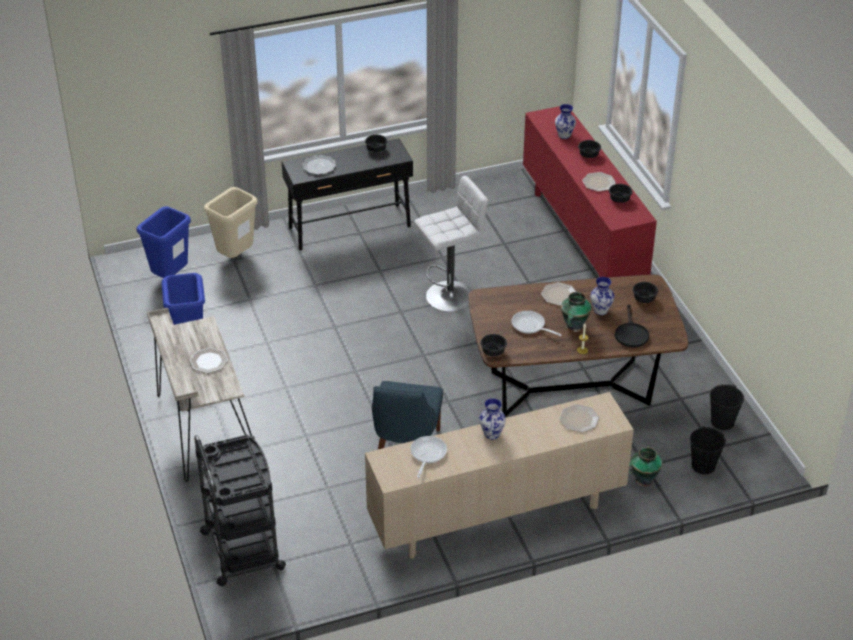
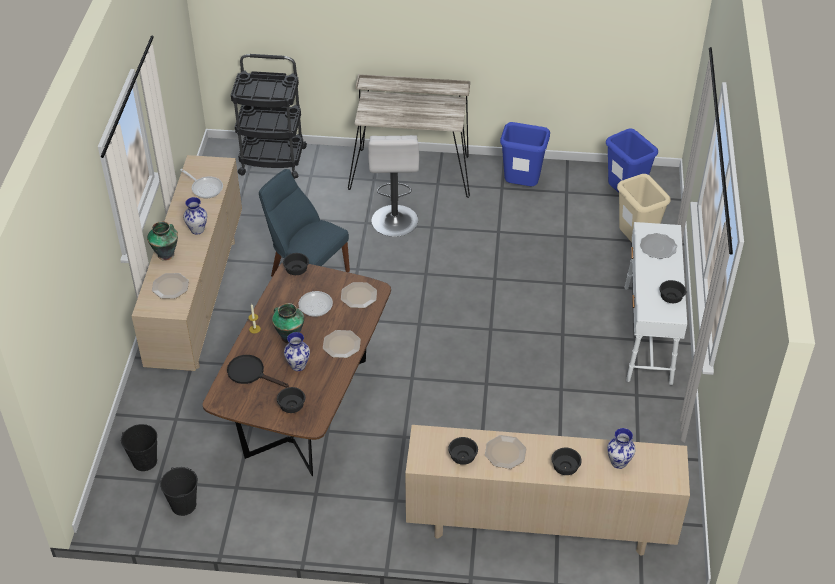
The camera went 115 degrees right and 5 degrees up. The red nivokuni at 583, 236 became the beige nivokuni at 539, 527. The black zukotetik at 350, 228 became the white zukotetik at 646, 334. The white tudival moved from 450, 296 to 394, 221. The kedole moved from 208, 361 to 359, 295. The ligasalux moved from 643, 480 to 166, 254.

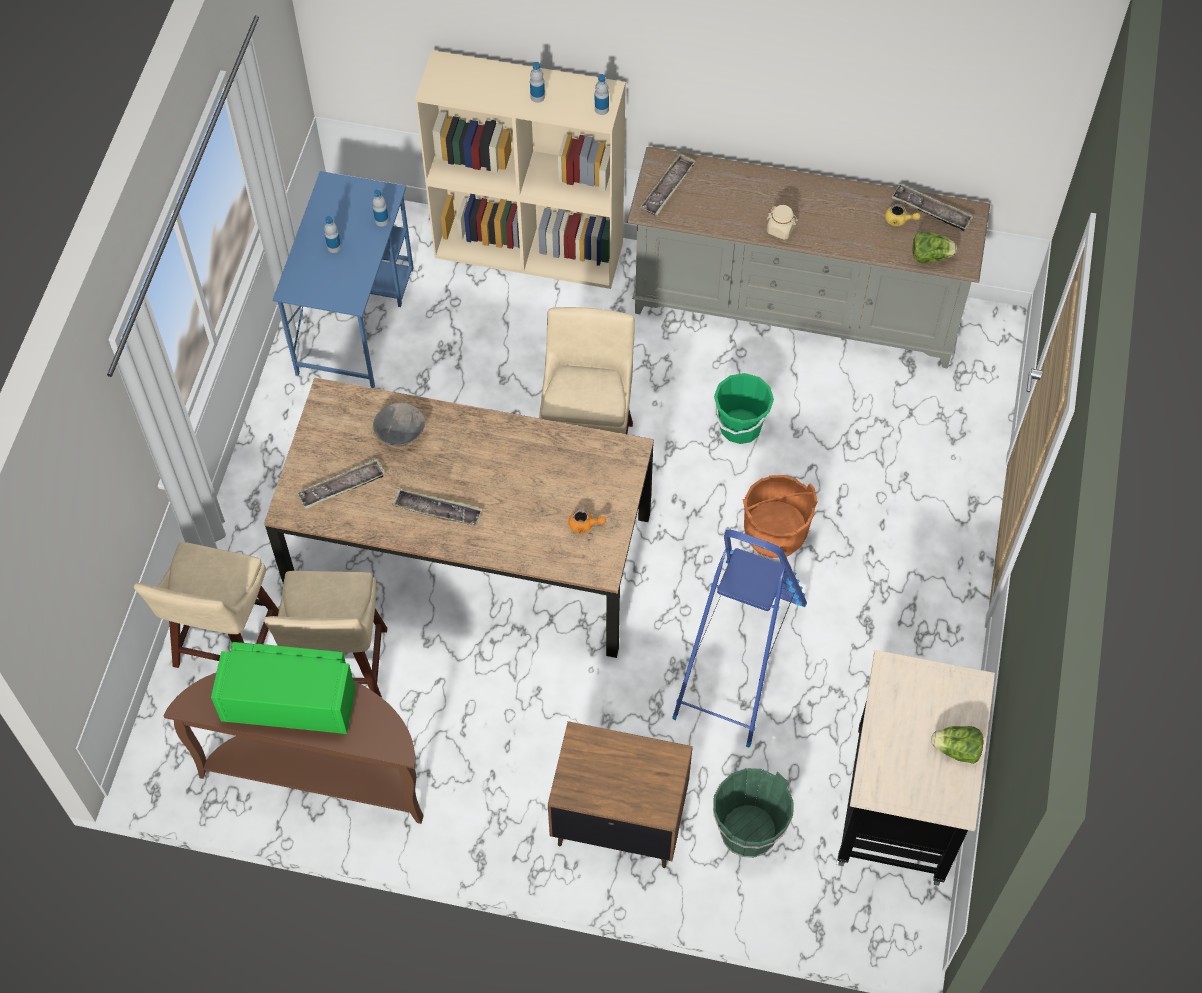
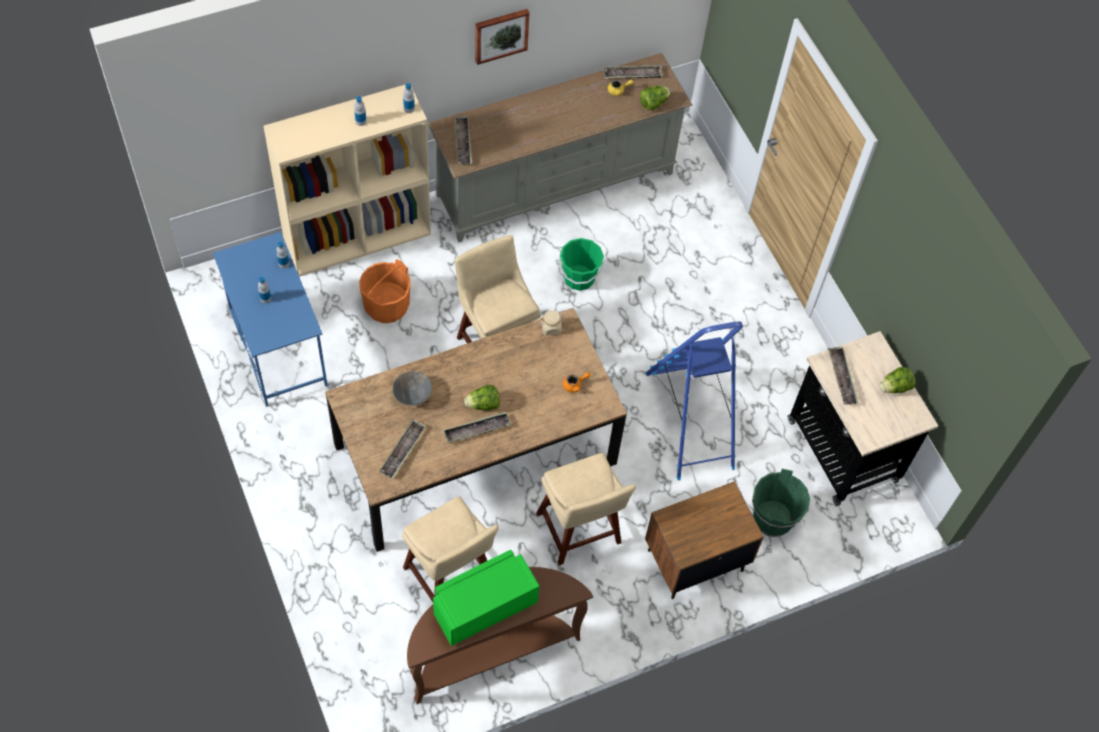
The camera went 40 degrees left and 0 degrees up. The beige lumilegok moved from 781, 229 to 551, 327. The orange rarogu moved from 775, 533 to 386, 305. The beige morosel moved from 225, 646 to 580, 532. The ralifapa at 501, 35 appeared. The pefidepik at 842, 378 appeared. The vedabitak at 483, 404 appeared.

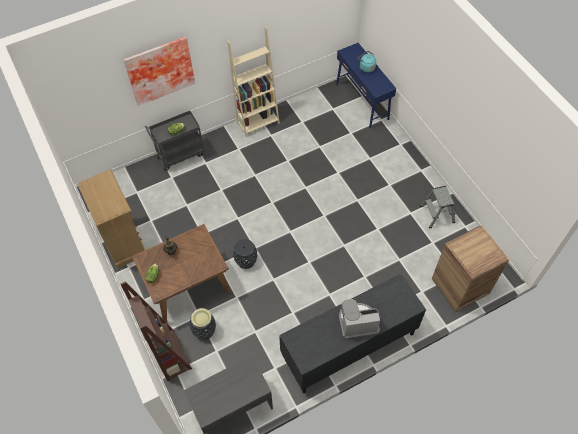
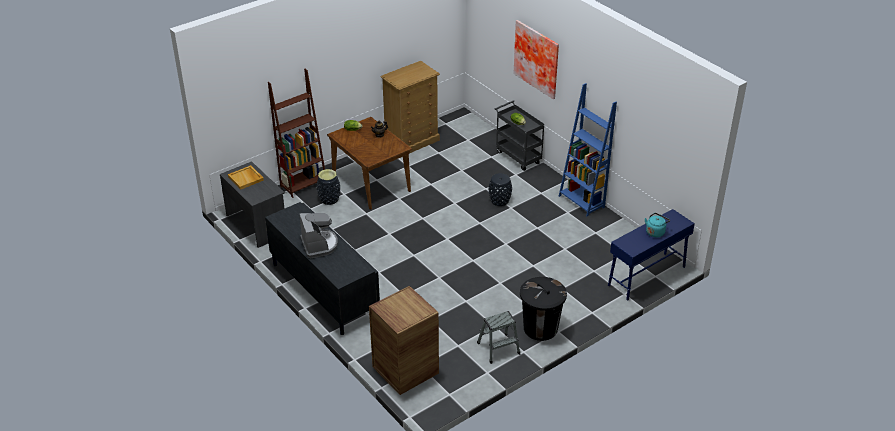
The camera went 80 degrees right and 20 degrees down. The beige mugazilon at 258, 122 became the blue mugazilon at 581, 201. The black tudival moved from 246, 261 to 499, 201. The beige pefidepik at 246, 178 appeared. The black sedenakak at 540, 328 appeared.

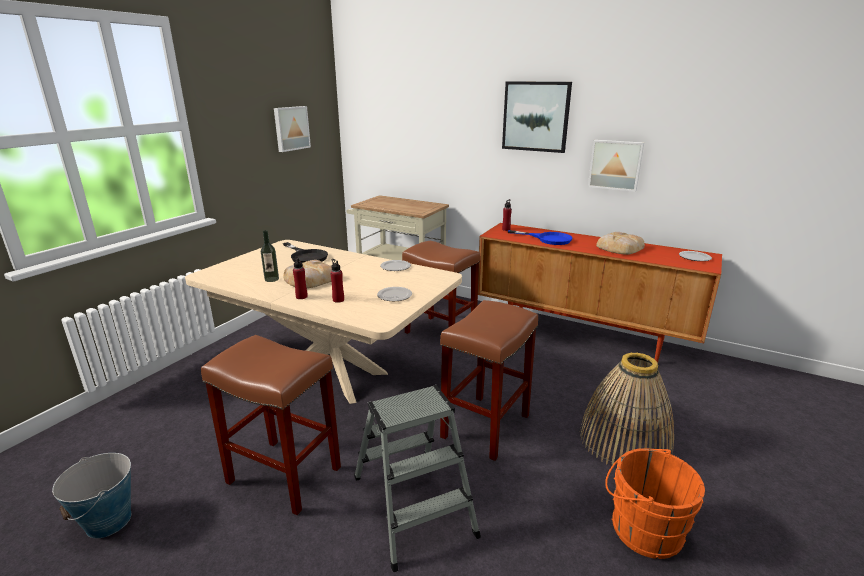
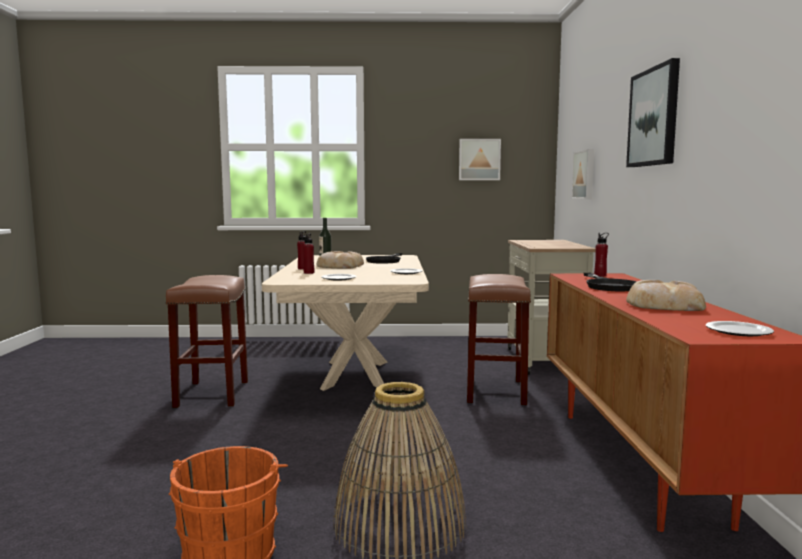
The camera went 60 degrees right and 15 degrees down. The ralifapa moved from 615, 165 to 585, 174. The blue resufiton at 548, 239 became the black resufiton at 609, 286. The brown tudival at 485, 427 disappeared. The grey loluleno at 412, 504 disappeared. The rarogu at 108, 521 disappeared.

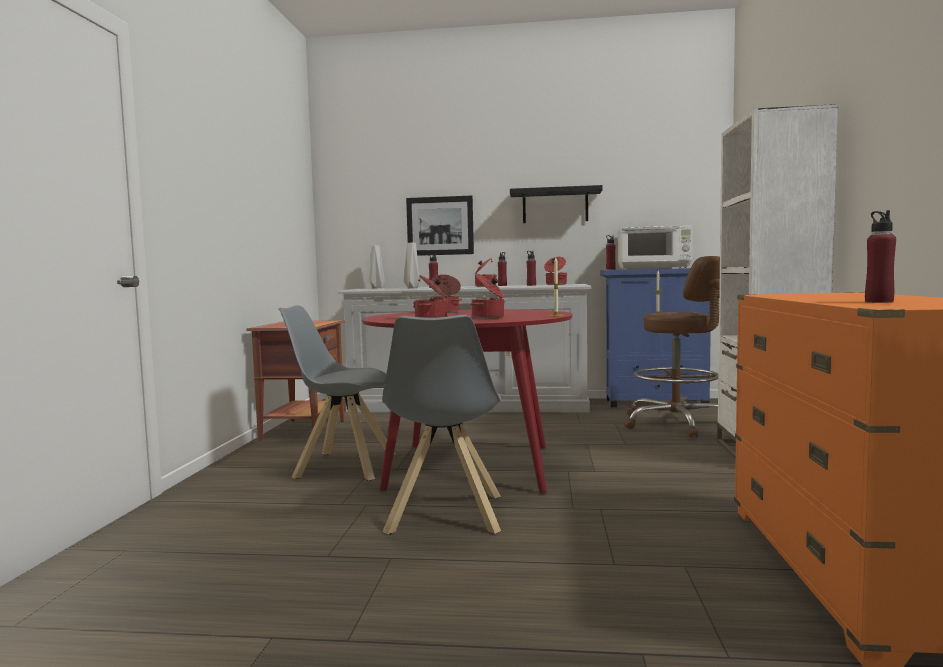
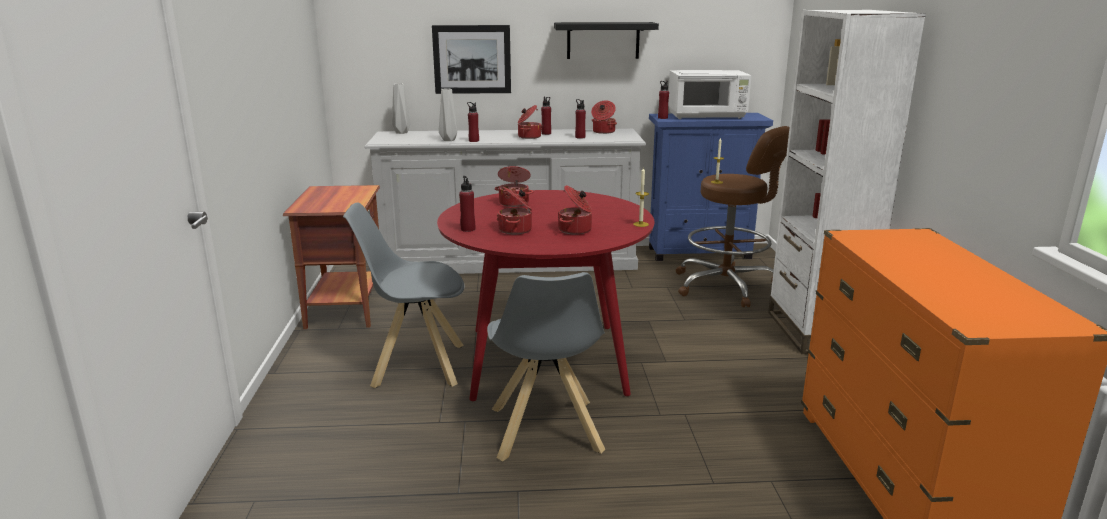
The camera went 10 degrees left and 15 degrees up. The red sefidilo moved from 879, 302 to 468, 229.

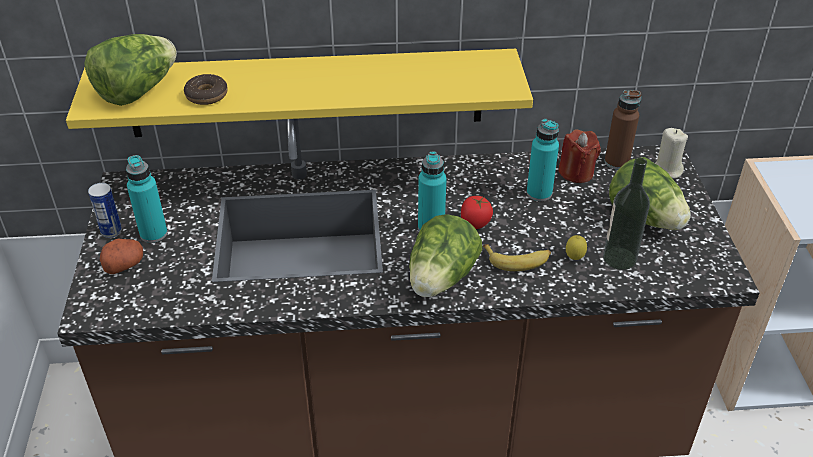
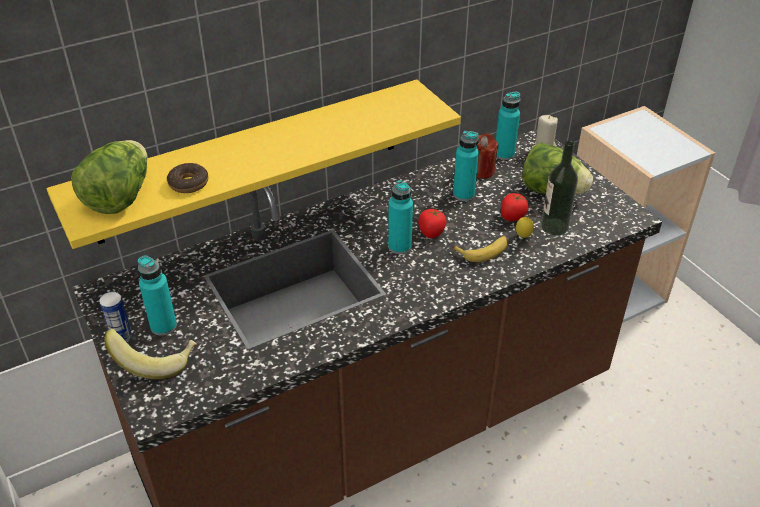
The camera went 25 degrees left and 0 degrees up. The brown sefidilo at 616, 162 became the turquoise sefidilo at 504, 154. The vedabitak at 441, 279 disappeared. The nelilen at 124, 264 was replaced by the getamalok at 156, 361. The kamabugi at 512, 216 appeared.

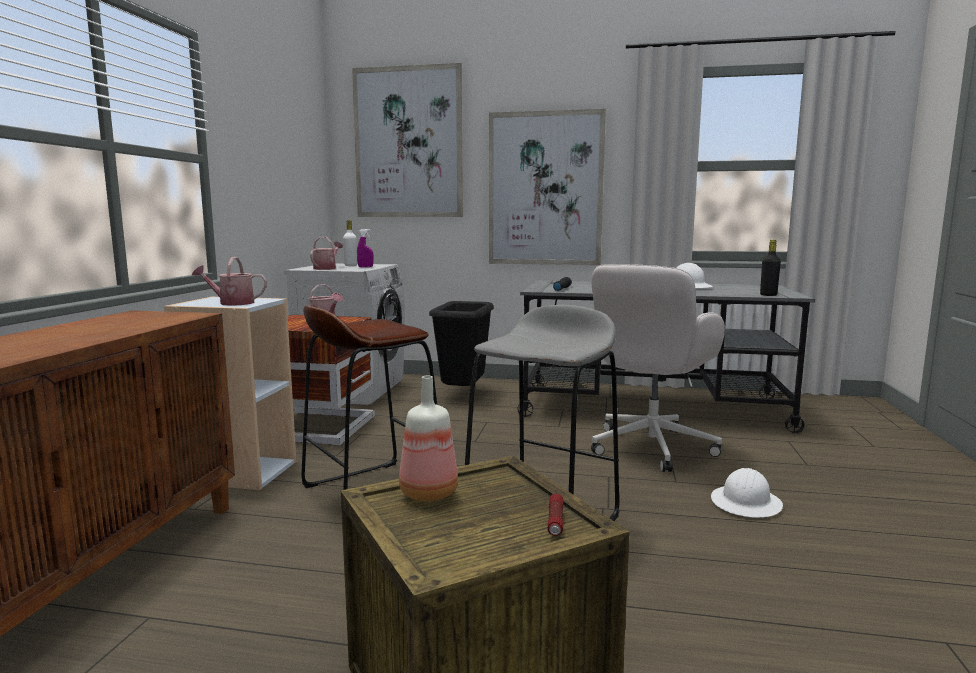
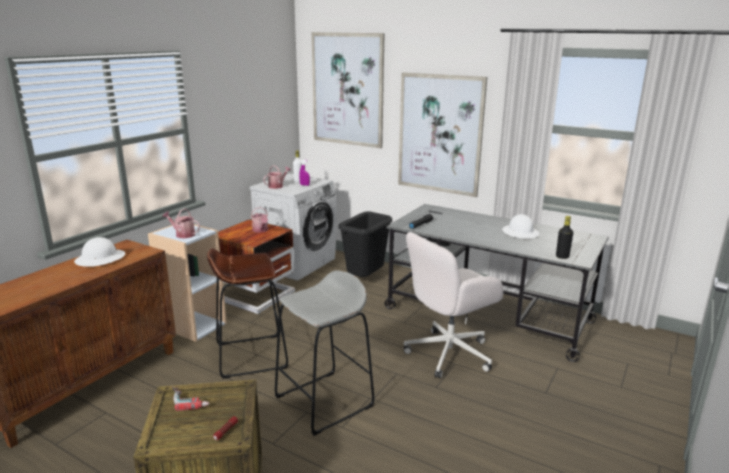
The camera went 20 degrees right and 10 degrees up. The sefidilo at 428, 494 was replaced by the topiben at 190, 398. The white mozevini moved from 746, 503 to 100, 259.

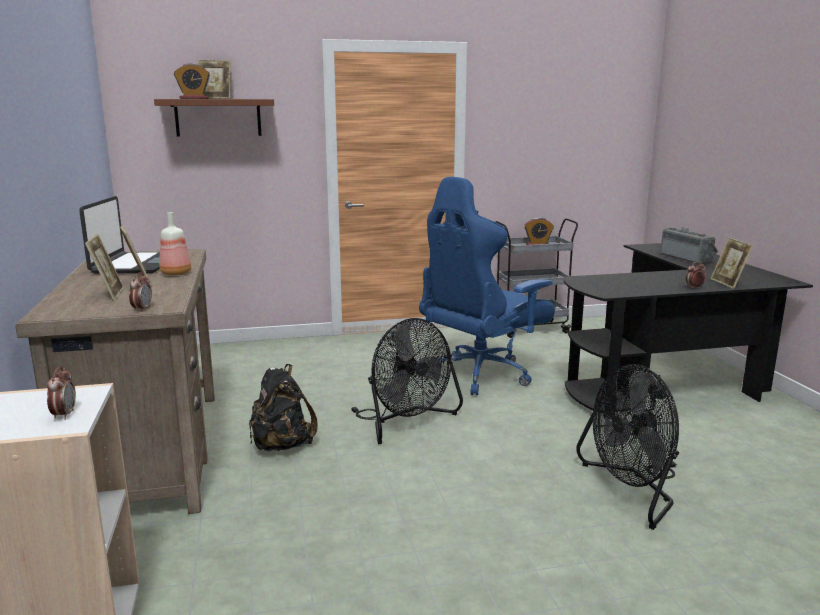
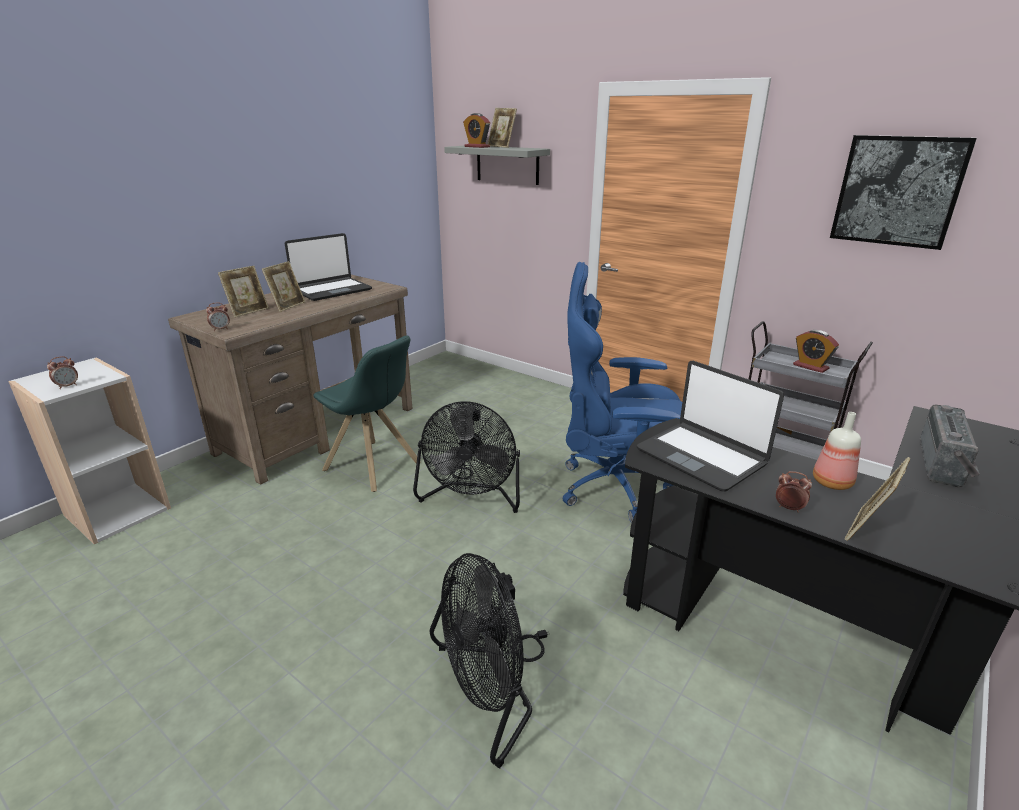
The camera went 50 degrees right and 10 degrees up. The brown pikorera at 218, 117 became the grey pikorera at 507, 164. The sefidilo moved from 175, 273 to 830, 482. The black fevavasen at 282, 445 was replaced by the turquoise morosel at 373, 466. The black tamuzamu at 634, 488 turned 60 degrees counterclockwise. The ralifapa at 897, 191 appeared. The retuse at 701, 456 appeared.

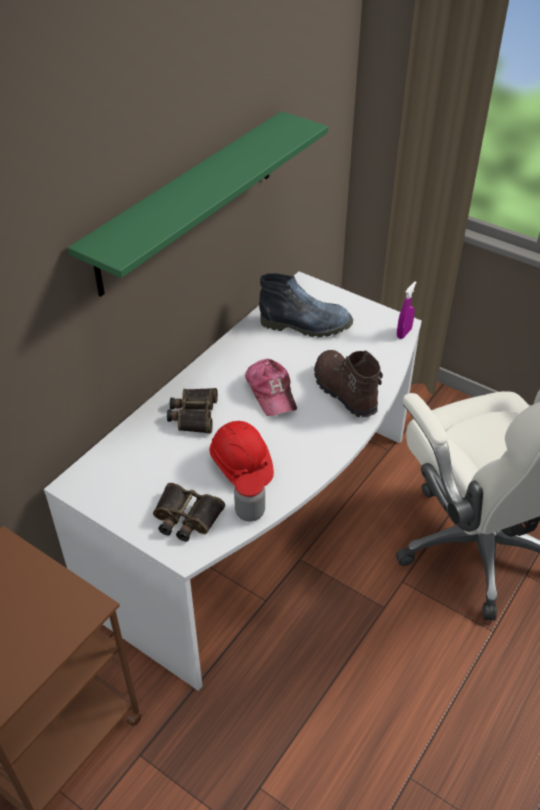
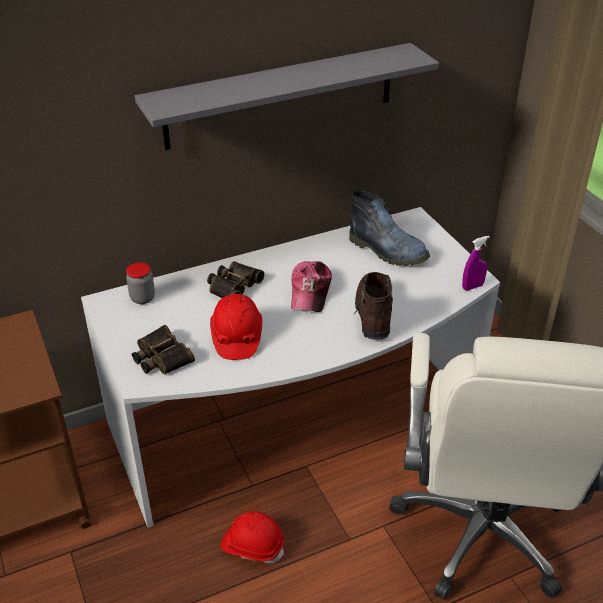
The camera went 30 degrees right and 5 degrees down. The green pikorera at 188, 201 became the grey pikorera at 281, 96. The lumilegok moved from 250, 512 to 142, 298. The red mozevini at 253, 546 appeared.

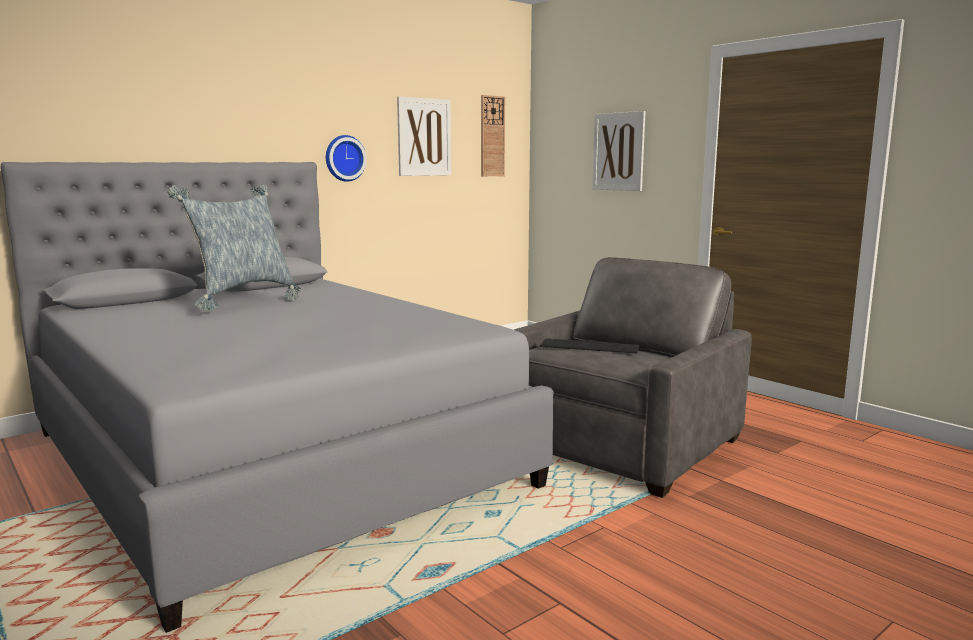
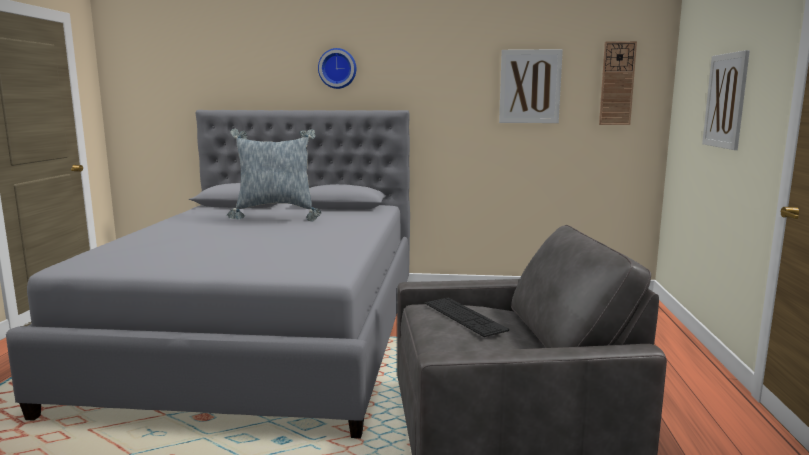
The camera went 45 degrees right and 0 degrees up. The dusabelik moved from 344, 158 to 337, 68.

